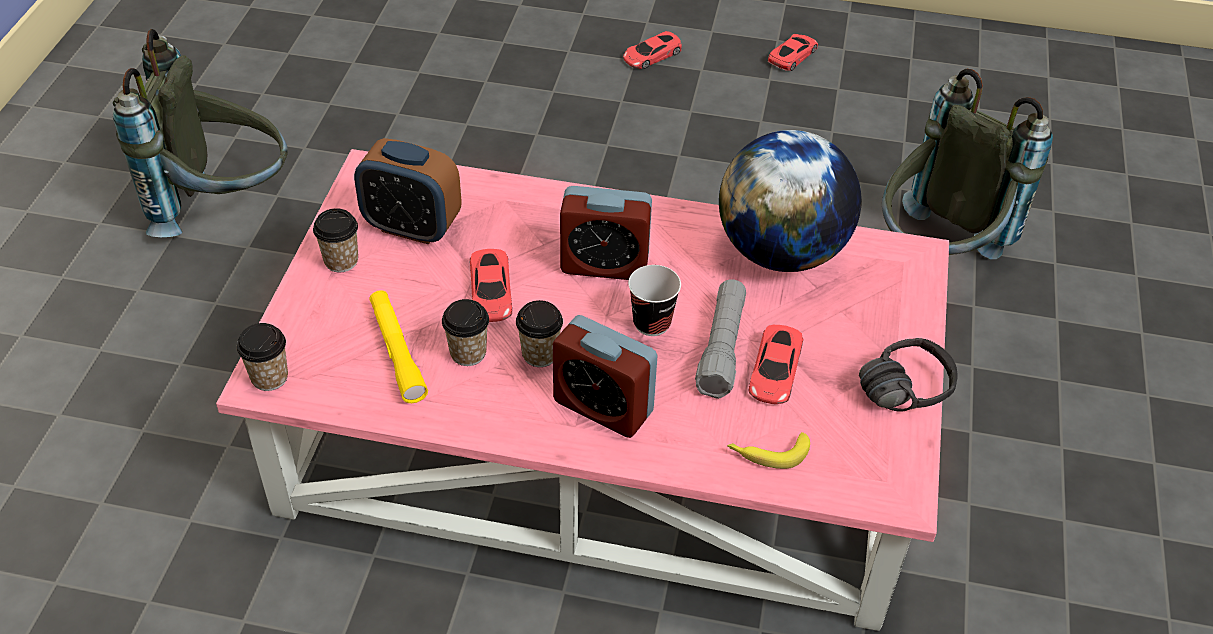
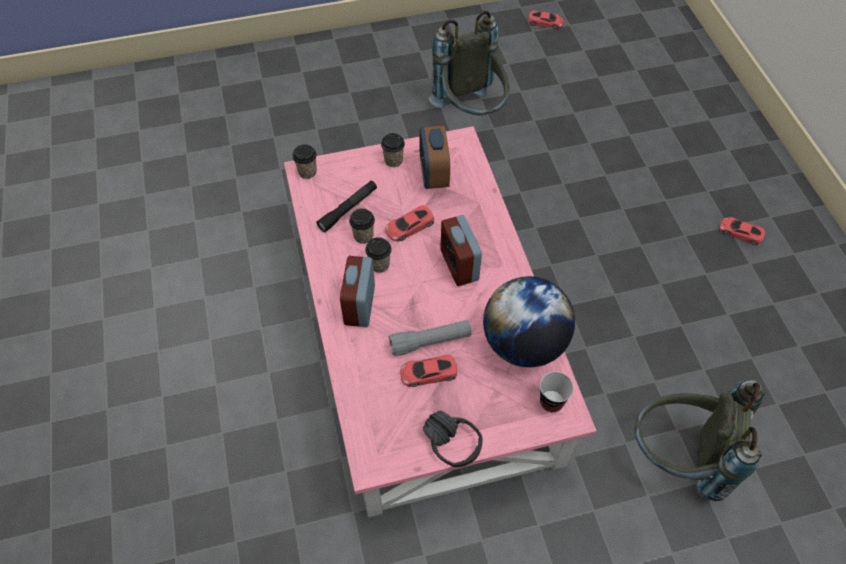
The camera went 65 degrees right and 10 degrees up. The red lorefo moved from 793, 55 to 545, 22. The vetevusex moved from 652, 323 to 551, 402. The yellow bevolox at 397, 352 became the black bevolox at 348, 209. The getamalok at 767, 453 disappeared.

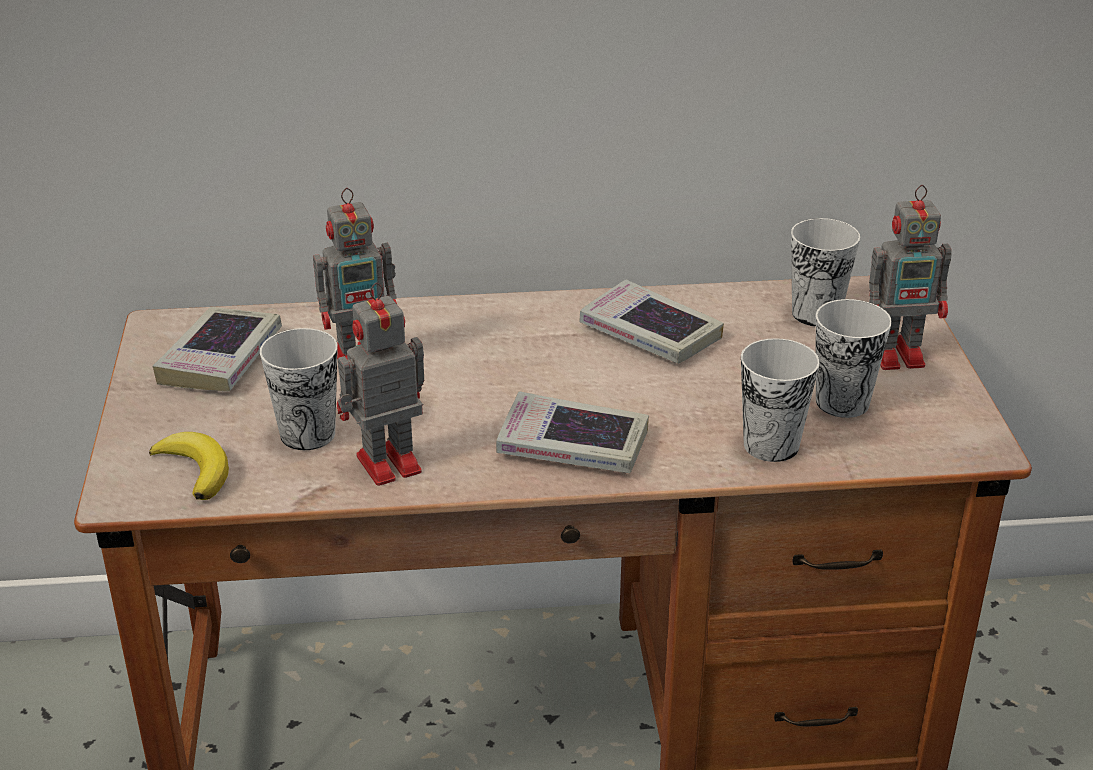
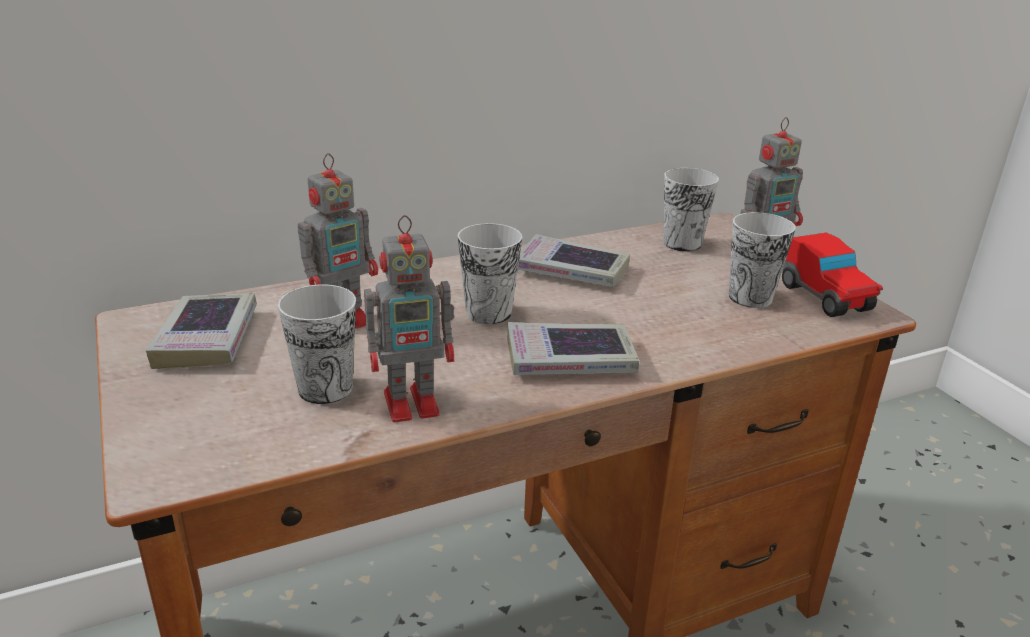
The camera went 20 degrees left and 5 degrees down. The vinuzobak at 385, 464 turned 150 degrees counterclockwise. The vetevusex moved from 771, 445 to 488, 313. The getamalok at 195, 469 disappeared. The lorefo at 825, 298 appeared.

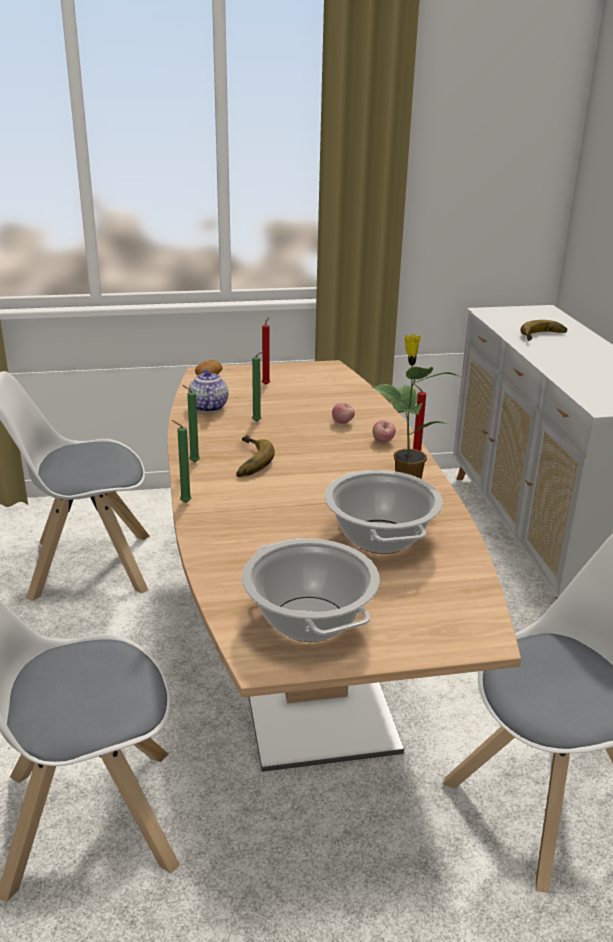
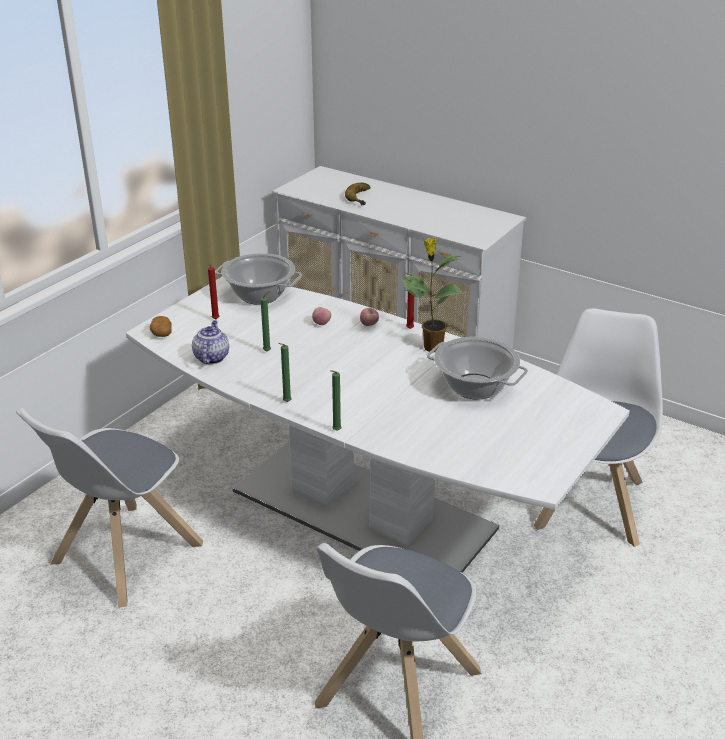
The camera went 45 degrees left and 5 degrees up. The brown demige at 302, 647 became the white demige at 361, 509. The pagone at 208, 407 turned 60 degrees clockwise. The getamalok at 246, 461 disappeared. The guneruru moved from 310, 620 to 260, 295.

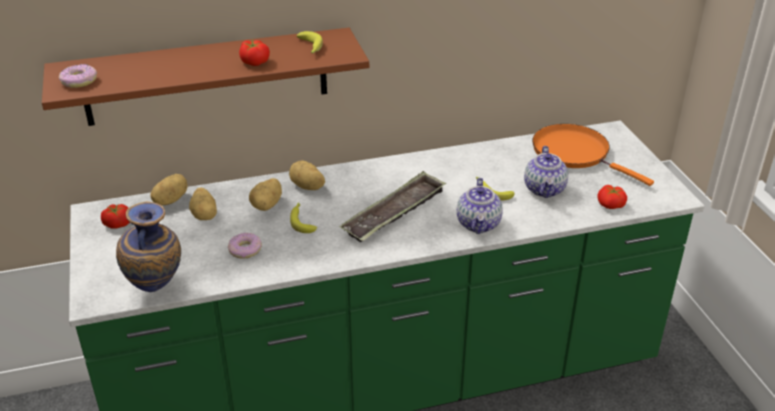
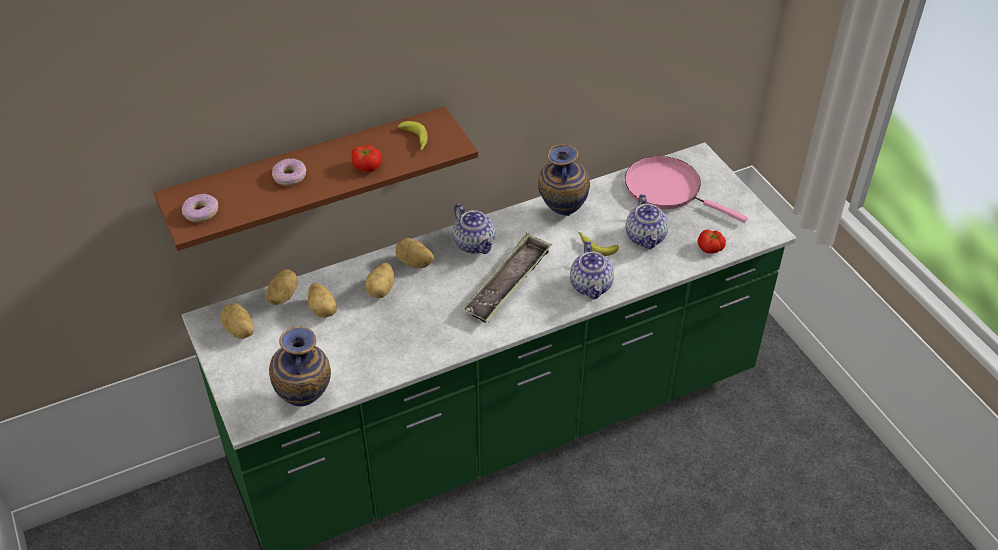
The camera went 10 degrees left and 10 degrees up. The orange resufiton at 575, 153 became the pink resufiton at 667, 189. The getamalok at 302, 221 disappeared. The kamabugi at 118, 223 was replaced by the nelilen at 239, 331. The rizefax moved from 245, 250 to 290, 176. The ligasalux at 561, 213 appeared. The pagone at 475, 244 appeared.

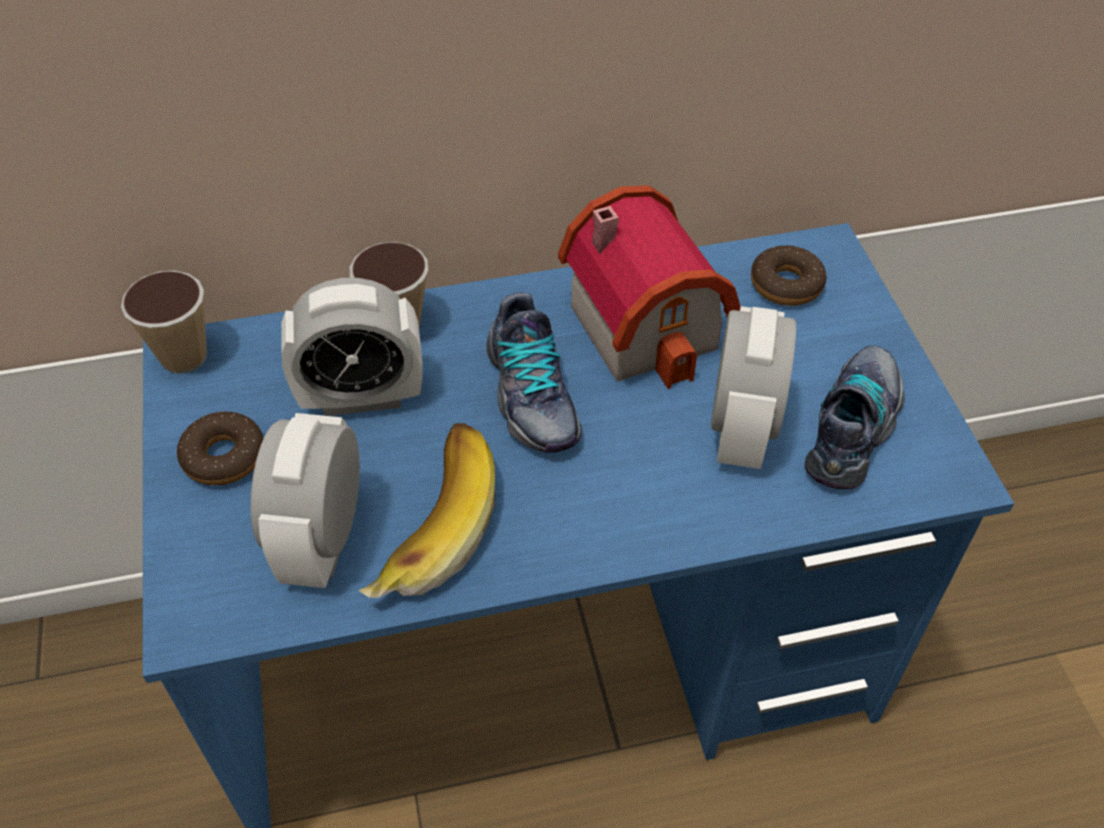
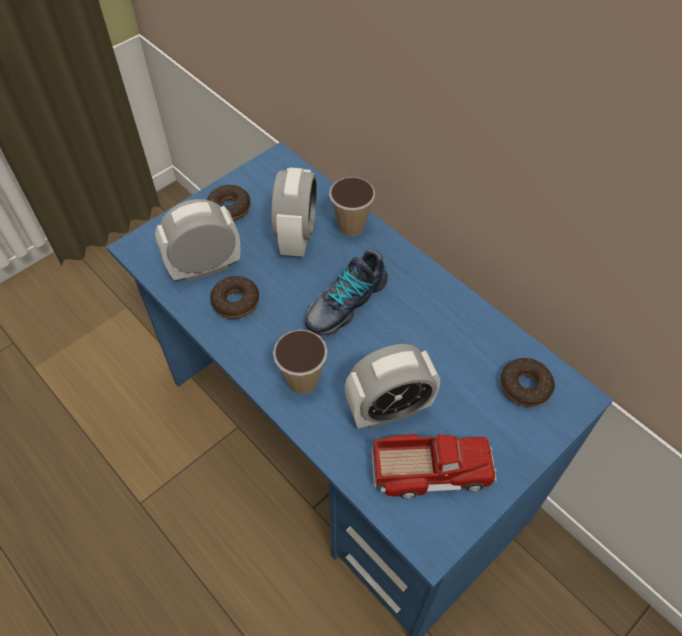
The camera went 60 degrees right and 5 degrees up. The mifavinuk at 650, 322 disappeared. The vetevusex moved from 184, 357 to 302, 381. The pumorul at 362, 397 turned 135 degrees counterclockwise. The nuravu at 854, 427 was replaced by the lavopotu at 432, 469. The getamalok at 427, 527 was replaced by the rizefax at 235, 302.

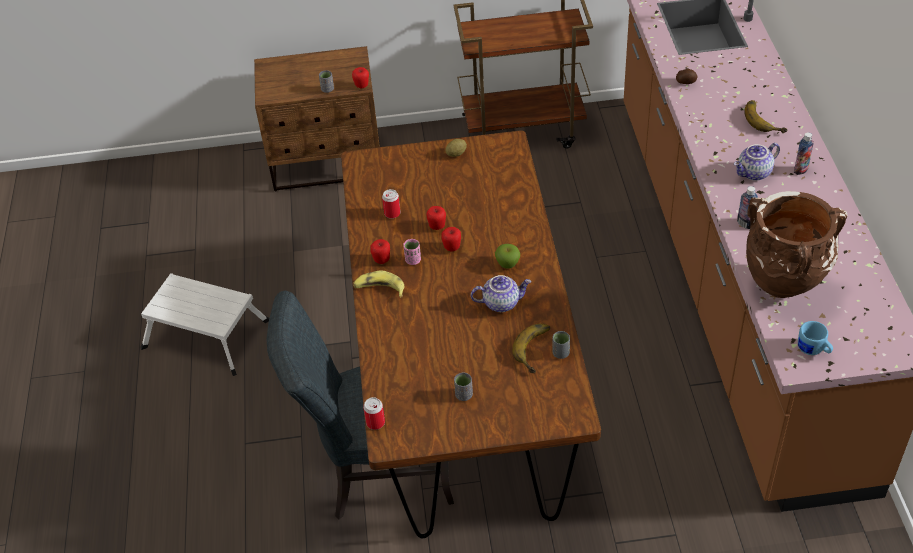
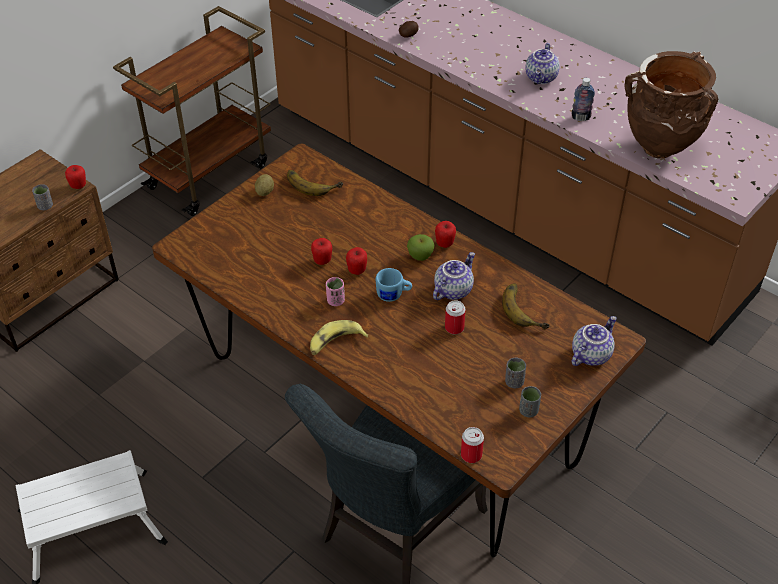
The camera went 45 degrees left and 0 degrees up. The getamalok moved from 765, 119 to 313, 182. The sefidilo at 801, 170 disappeared. The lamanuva moved from 392, 213 to 454, 328. The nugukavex moved from 381, 260 to 444, 244. The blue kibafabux moved from 813, 350 to 393, 295. The grey vetevusex moved from 560, 353 to 528, 411. The pagone at 590, 354 appeared.

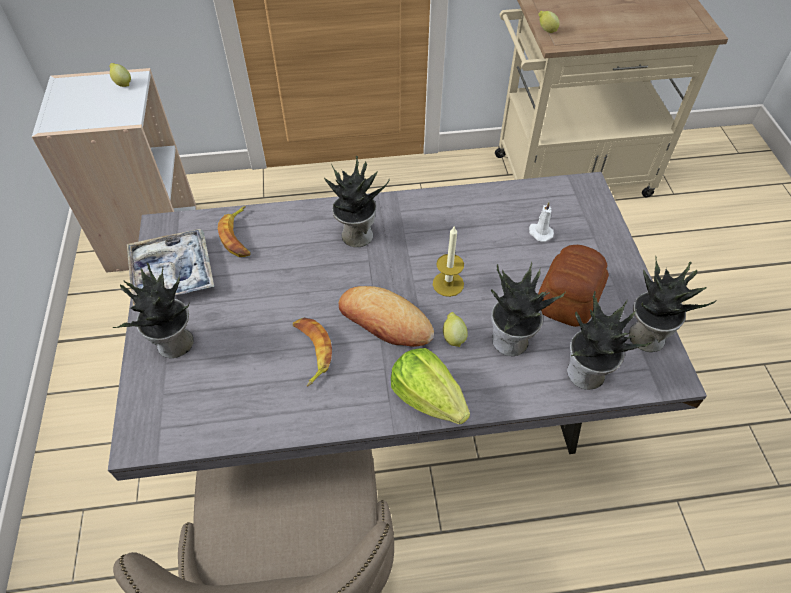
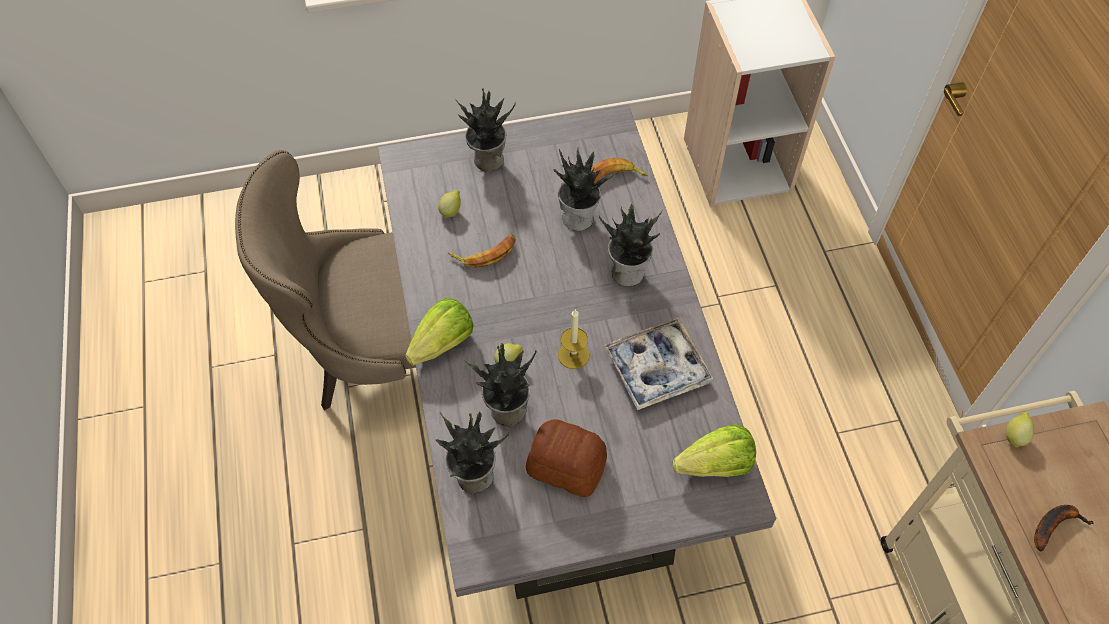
The camera went 85 degrees right and 5 degrees up. The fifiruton moved from 122, 83 to 451, 211. The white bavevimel at 540, 232 disappeared. The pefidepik moved from 172, 273 to 657, 368. The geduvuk moved from 645, 336 to 579, 217. The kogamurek at 385, 321 disappeared. The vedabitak at 715, 465 appeared. The getamalok at 1055, 524 appeared.

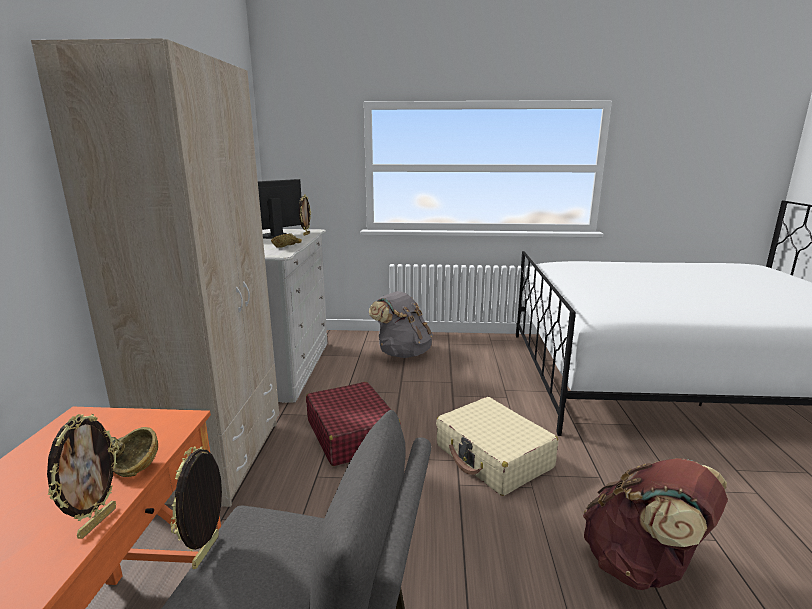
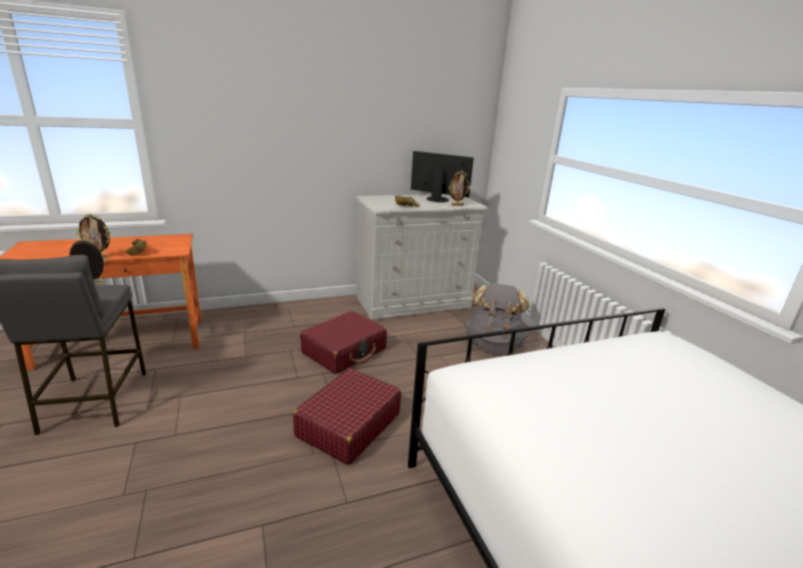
The camera went 65 degrees right and 5 degrees up. The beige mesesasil at 217, 458 disappeared. The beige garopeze at 493, 457 became the red garopeze at 348, 425. The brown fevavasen at 642, 565 disappeared.

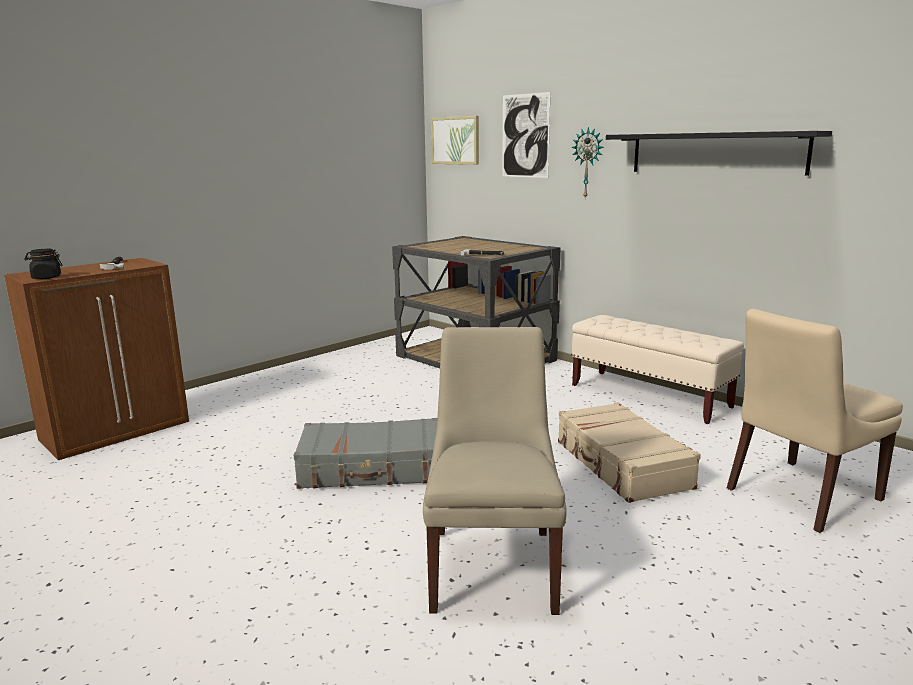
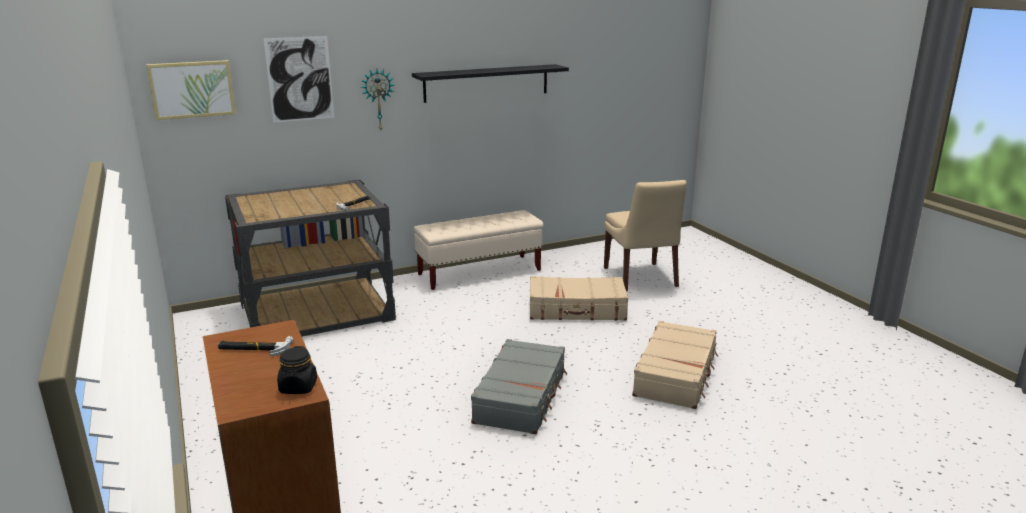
The camera went 70 degrees left and 5 degrees up. The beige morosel at 493, 565 was replaced by the beige garopeze at 676, 375.

